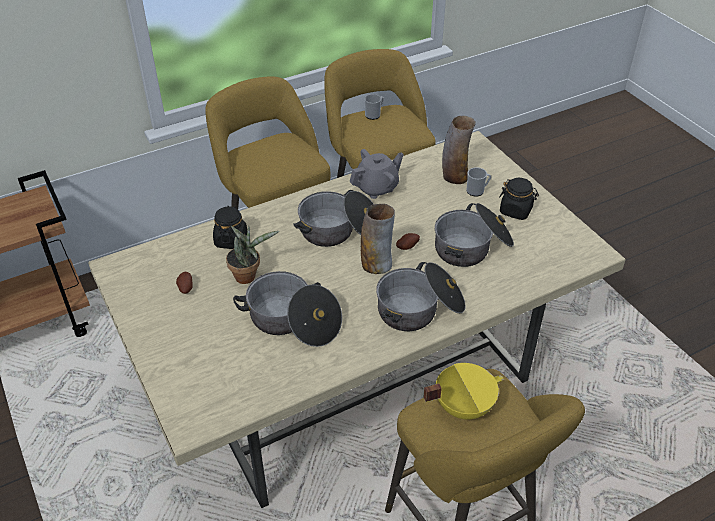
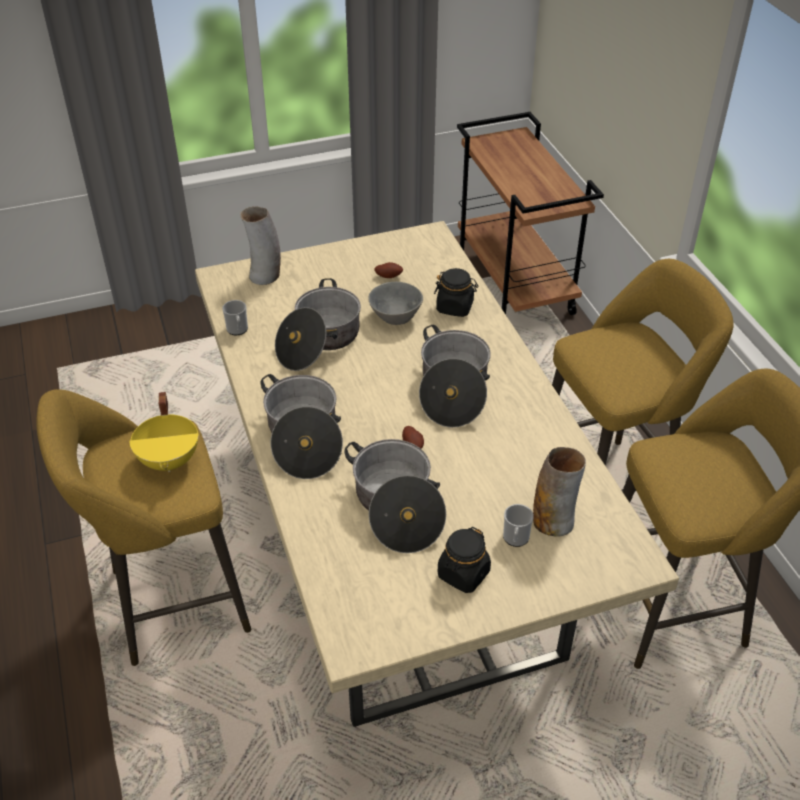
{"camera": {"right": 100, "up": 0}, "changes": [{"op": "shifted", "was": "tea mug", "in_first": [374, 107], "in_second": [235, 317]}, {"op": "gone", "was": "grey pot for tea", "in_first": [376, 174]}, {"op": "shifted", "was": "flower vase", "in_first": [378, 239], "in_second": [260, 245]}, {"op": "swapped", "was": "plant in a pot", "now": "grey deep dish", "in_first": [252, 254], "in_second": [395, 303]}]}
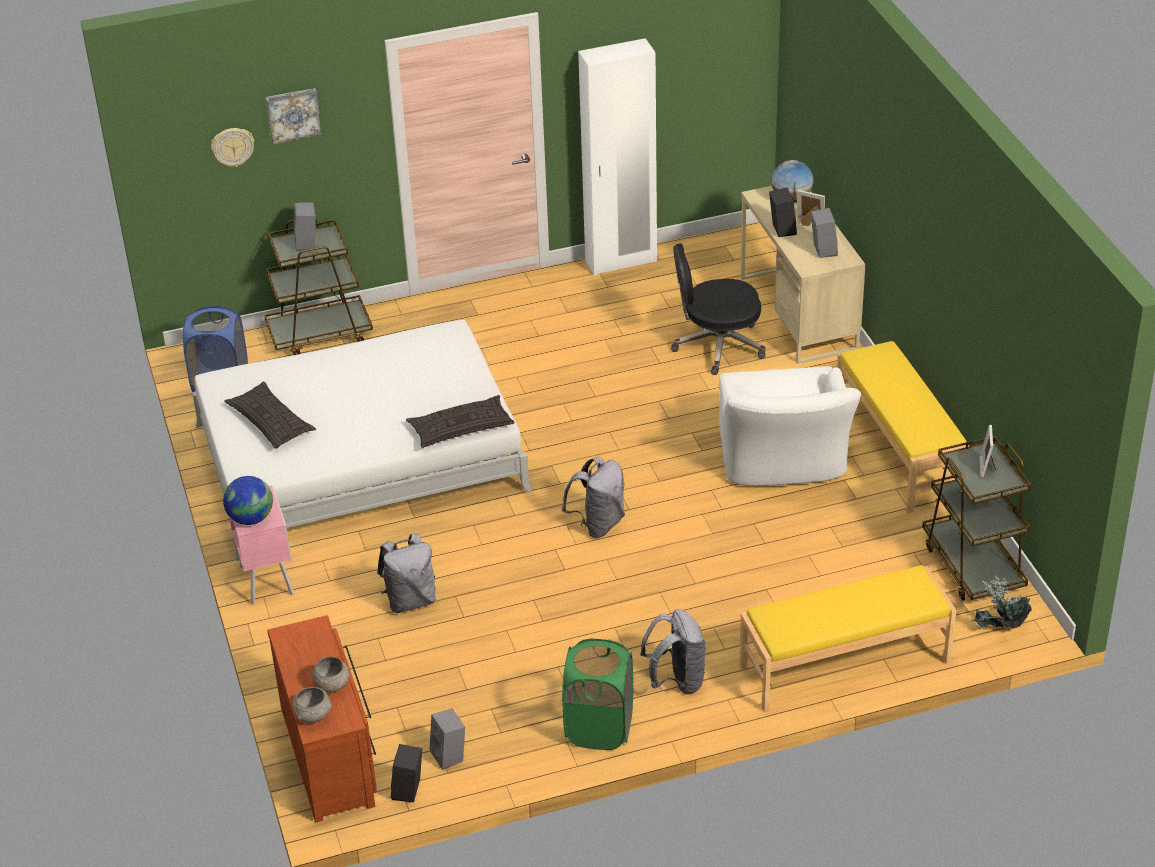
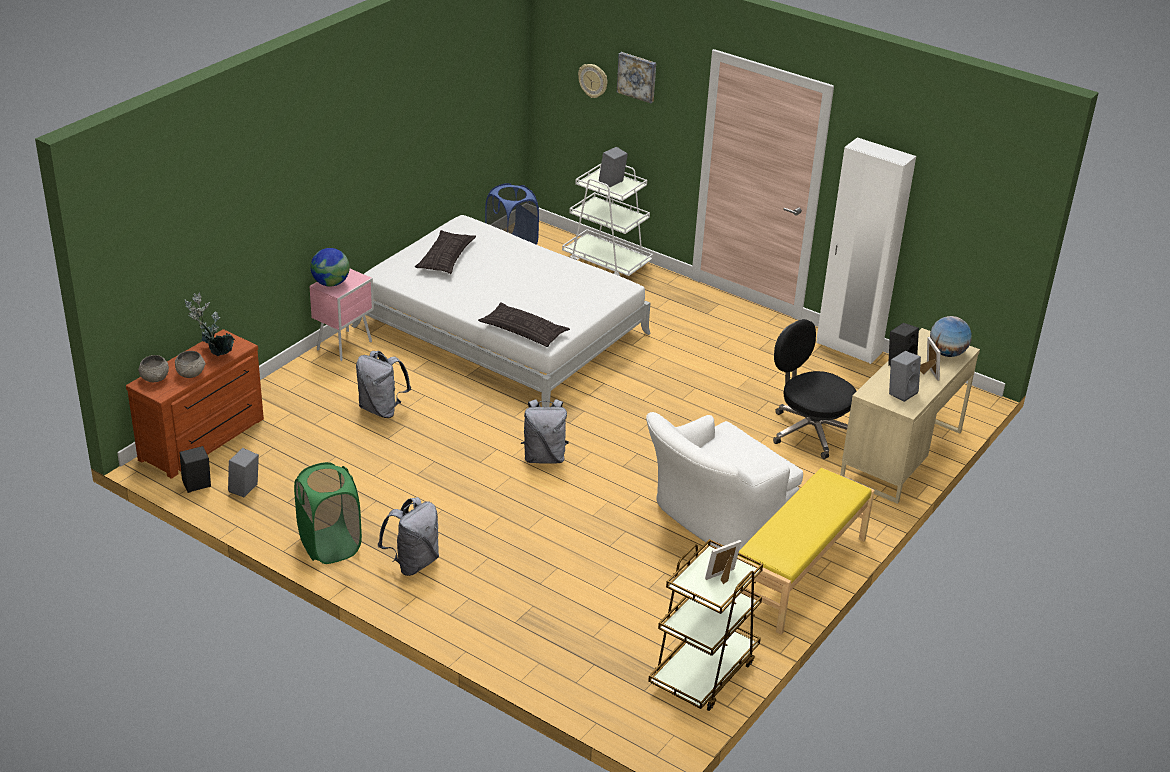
{"camera": {"right": 50, "up": -5}, "changes": [{"op": "repainted", "was": "brown-coloured cart", "now": "white cart", "in_first": [318, 287], "in_second": [607, 220]}, {"op": "gone", "was": "yellowish long seat", "in_first": [848, 638]}, {"op": "shifted", "was": "plant in a pot", "in_first": [1002, 602], "in_second": [210, 324]}]}
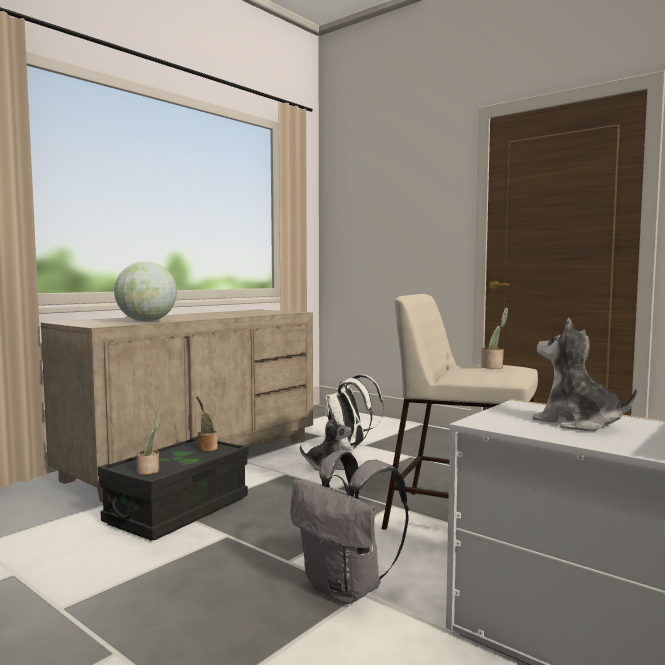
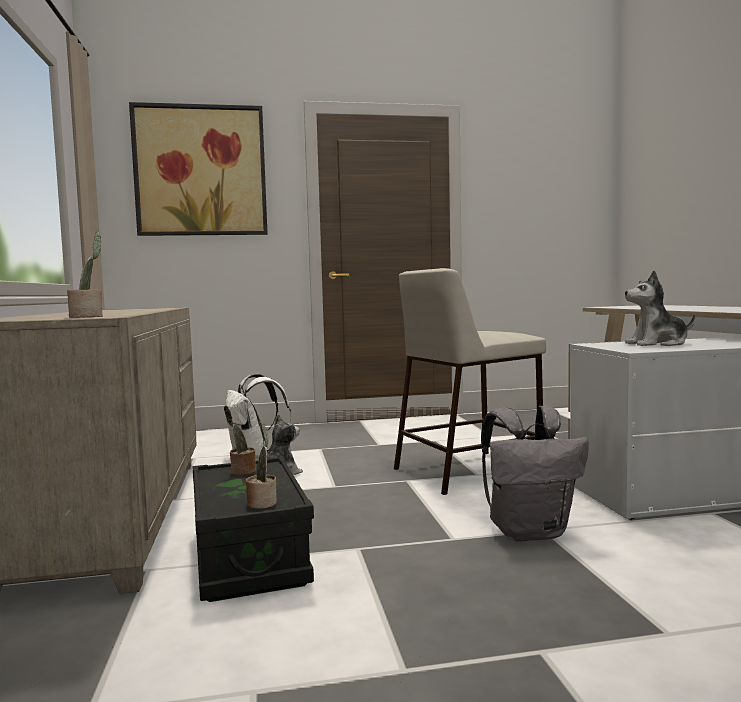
{"camera": {"right": -50, "up": 0}, "changes": [{"op": "gone", "was": "world globe", "in_first": [145, 291]}, {"op": "shifted", "was": "plant in a pot", "in_first": [494, 338], "in_second": [85, 275]}, {"op": "new", "now": "wall art", "in_second": [198, 169]}]}
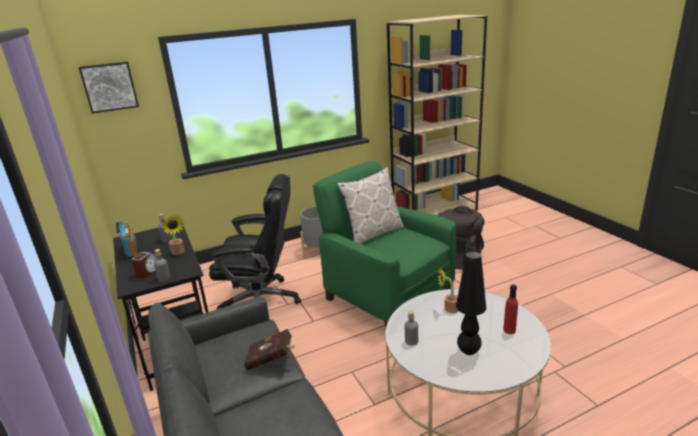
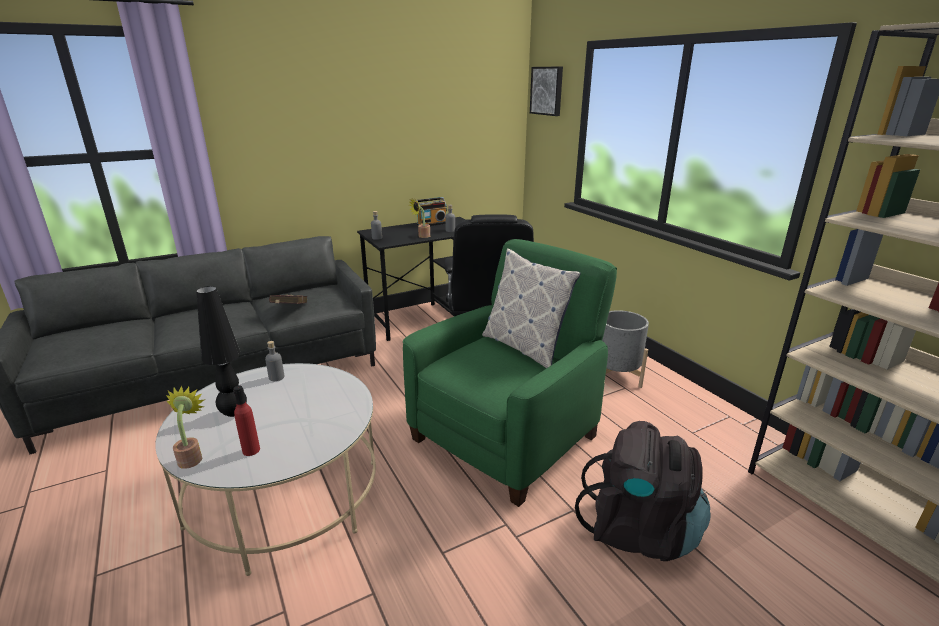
{"camera": {"right": 85, "up": 0}, "changes": [{"op": "gone", "was": "bedside clock", "in_first": [144, 265]}, {"op": "shifted", "was": "plant in a pot", "in_first": [447, 290], "in_second": [185, 427]}]}
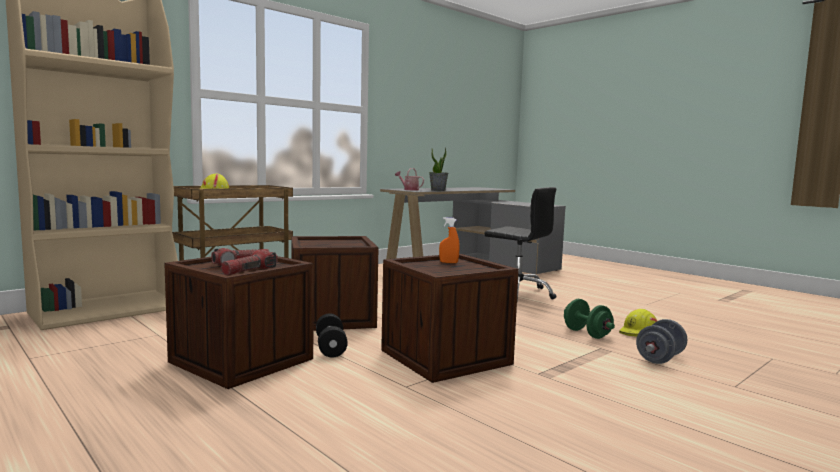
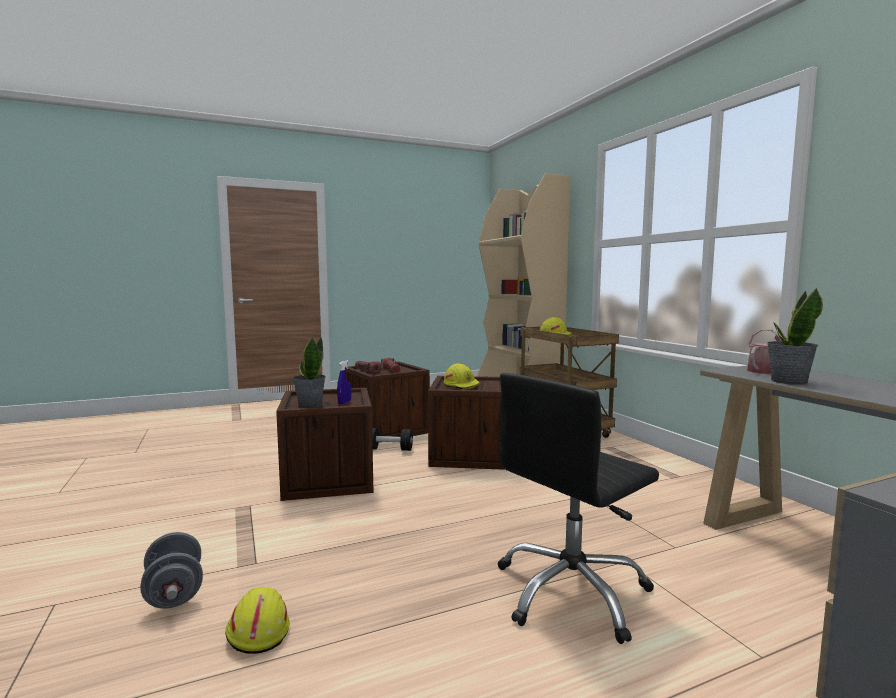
{"camera": {"right": 110, "up": 0}, "changes": [{"op": "repainted", "was": "orange sprayer", "now": "bluish sprayer", "in_first": [449, 240], "in_second": [344, 382]}, {"op": "gone", "was": "greenish hand weight", "in_first": [589, 319]}, {"op": "new", "now": "plant in a pot", "in_second": [309, 372]}, {"op": "new", "now": "yellowish safety helmet", "in_second": [462, 376]}]}
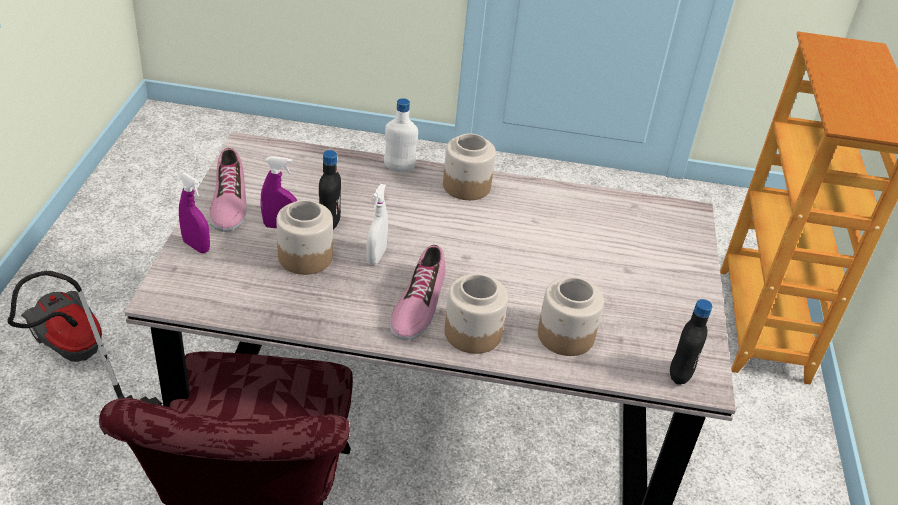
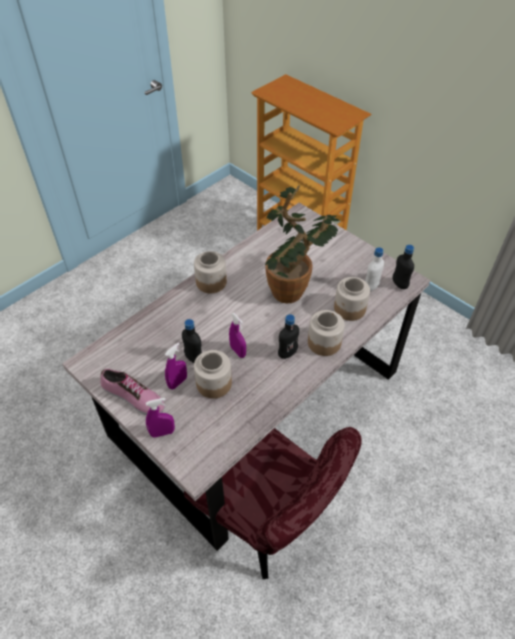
{"camera": {"right": -50, "up": 10}, "changes": [{"op": "shifted", "was": "white beverage bottle", "in_first": [401, 135], "in_second": [374, 269]}, {"op": "repainted", "was": "white sprayer", "now": "purple sprayer", "in_first": [377, 224], "in_second": [237, 335]}, {"op": "swapped", "was": "low shoe", "now": "black-coloured beverage bottle", "in_first": [417, 292], "in_second": [288, 336]}, {"op": "gone", "was": "vacuum cleaner", "in_first": [84, 353]}, {"op": "new", "now": "plant in a pot", "in_second": [302, 244]}]}
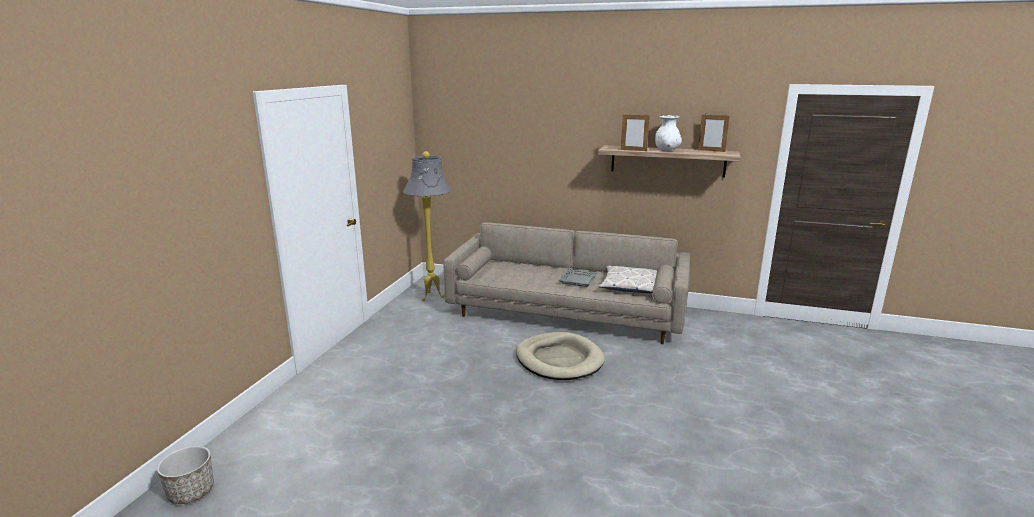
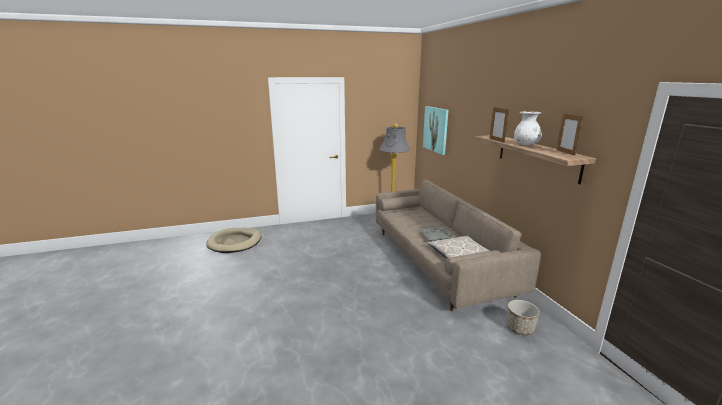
{"camera": {"right": 55, "up": 0}, "changes": [{"op": "shifted", "was": "sand-coloured dog cushion", "in_first": [560, 356], "in_second": [233, 240]}, {"op": "shifted", "was": "plant pot", "in_first": [185, 475], "in_second": [523, 317]}, {"op": "new", "now": "wall art", "in_second": [435, 130]}]}
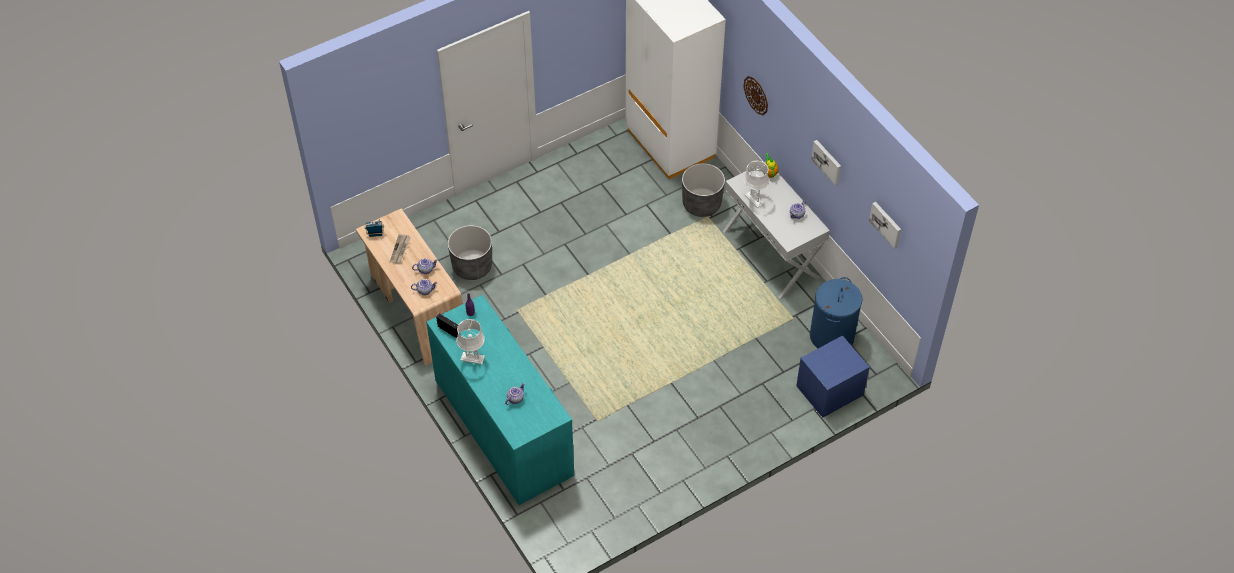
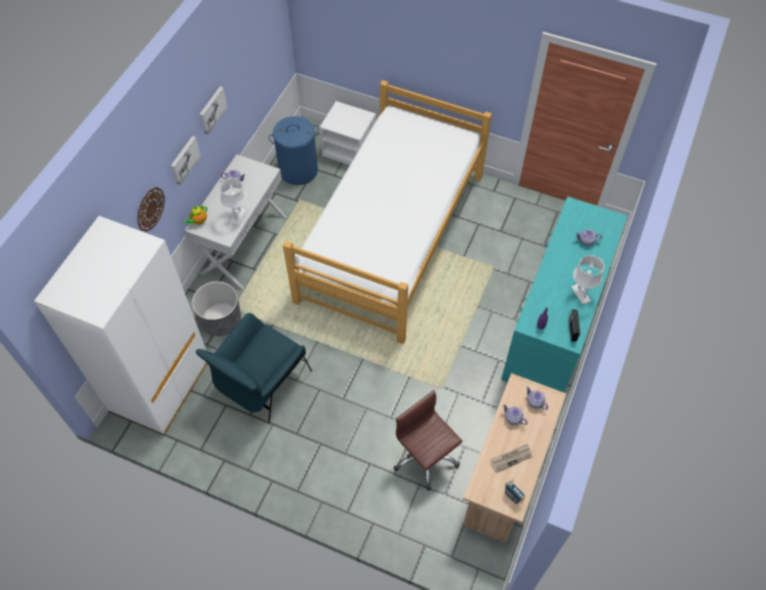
{"camera": {"right": -125, "up": 5}, "changes": [{"op": "shifted", "was": "wall art", "in_first": [885, 225], "in_second": [186, 160]}, {"op": "swapped", "was": "grey plant pot", "now": "brown-coloured desk chair", "in_first": [470, 252], "in_second": [428, 440]}, {"op": "repainted", "was": "bluish night table", "now": "white night table", "in_first": [833, 376], "in_second": [348, 133]}, {"op": "new", "now": "sleeping bed", "in_second": [387, 212]}, {"op": "new", "now": "bluish armchair", "in_second": [254, 368]}]}
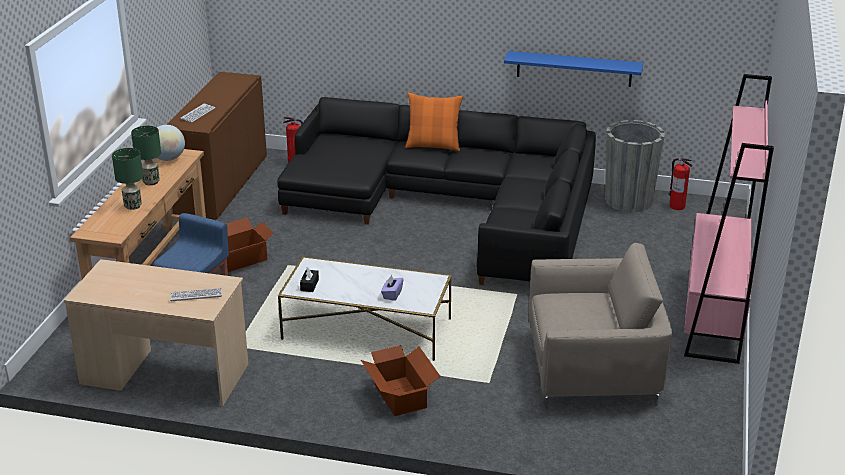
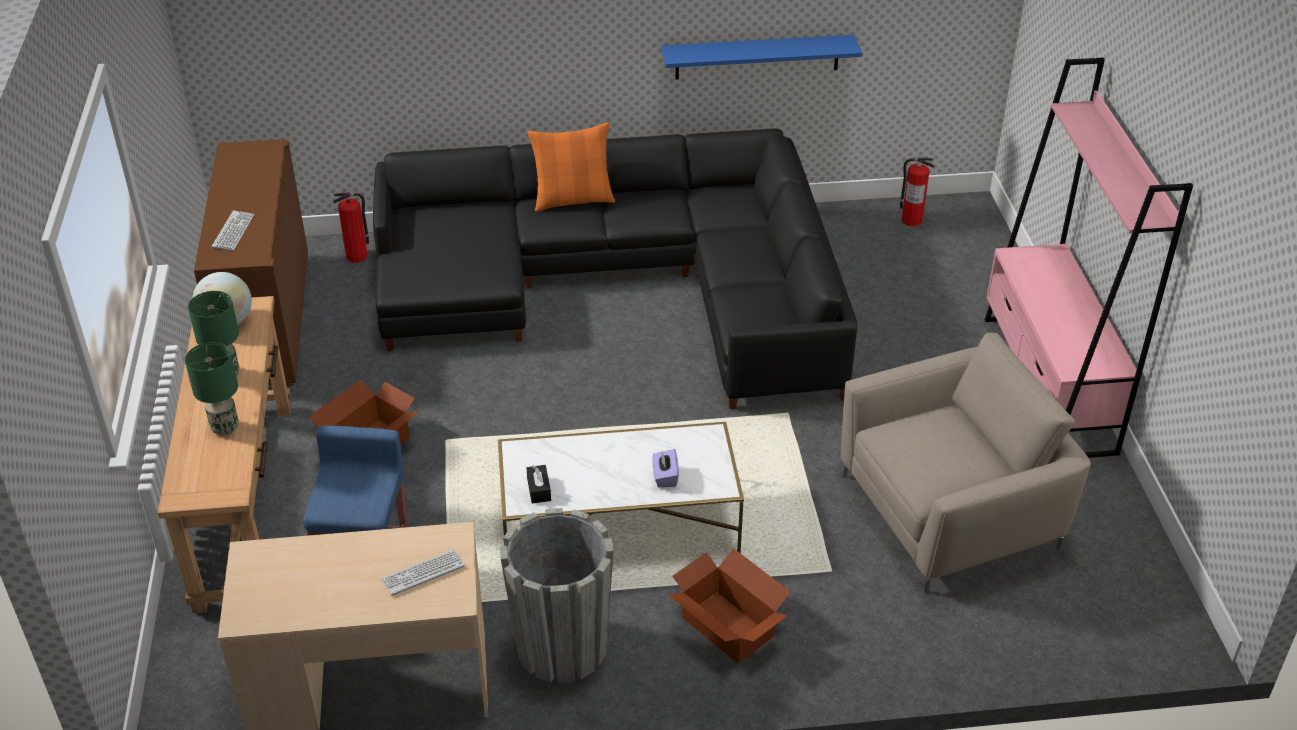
{"camera": {"right": -20, "up": 10}, "changes": [{"op": "shifted", "was": "grey plant pot", "in_first": [635, 166], "in_second": [557, 595]}]}
